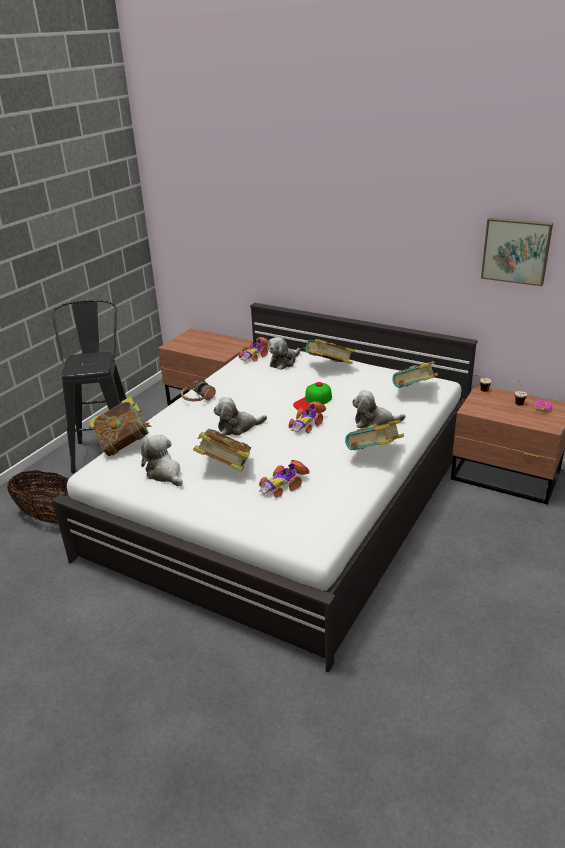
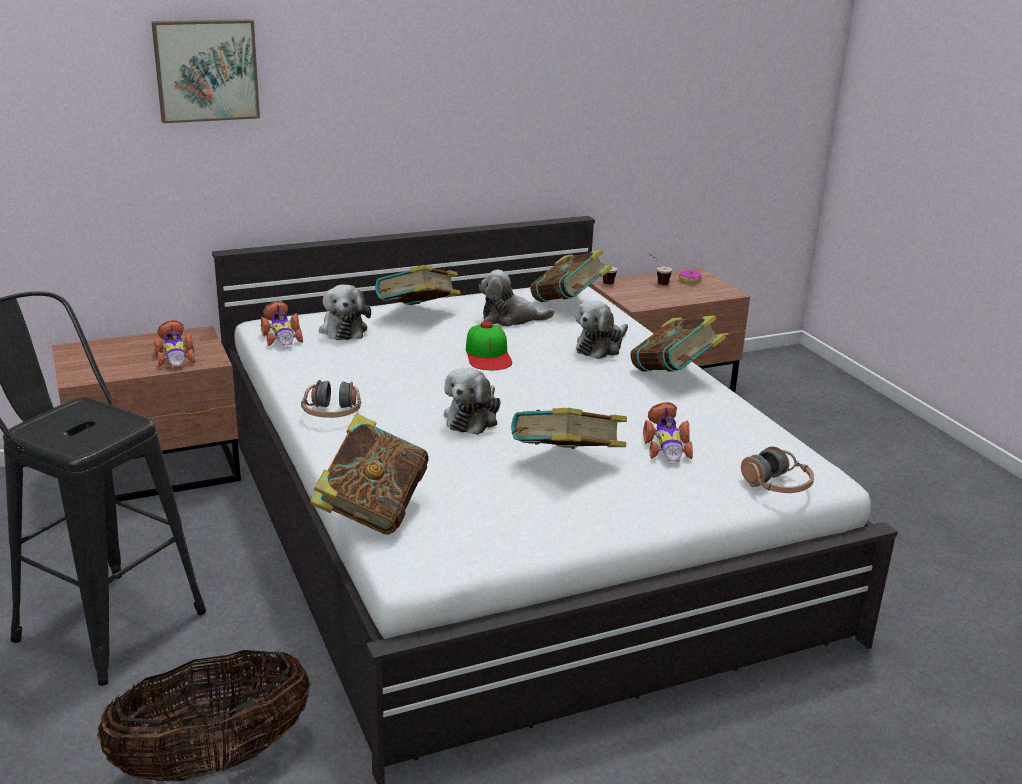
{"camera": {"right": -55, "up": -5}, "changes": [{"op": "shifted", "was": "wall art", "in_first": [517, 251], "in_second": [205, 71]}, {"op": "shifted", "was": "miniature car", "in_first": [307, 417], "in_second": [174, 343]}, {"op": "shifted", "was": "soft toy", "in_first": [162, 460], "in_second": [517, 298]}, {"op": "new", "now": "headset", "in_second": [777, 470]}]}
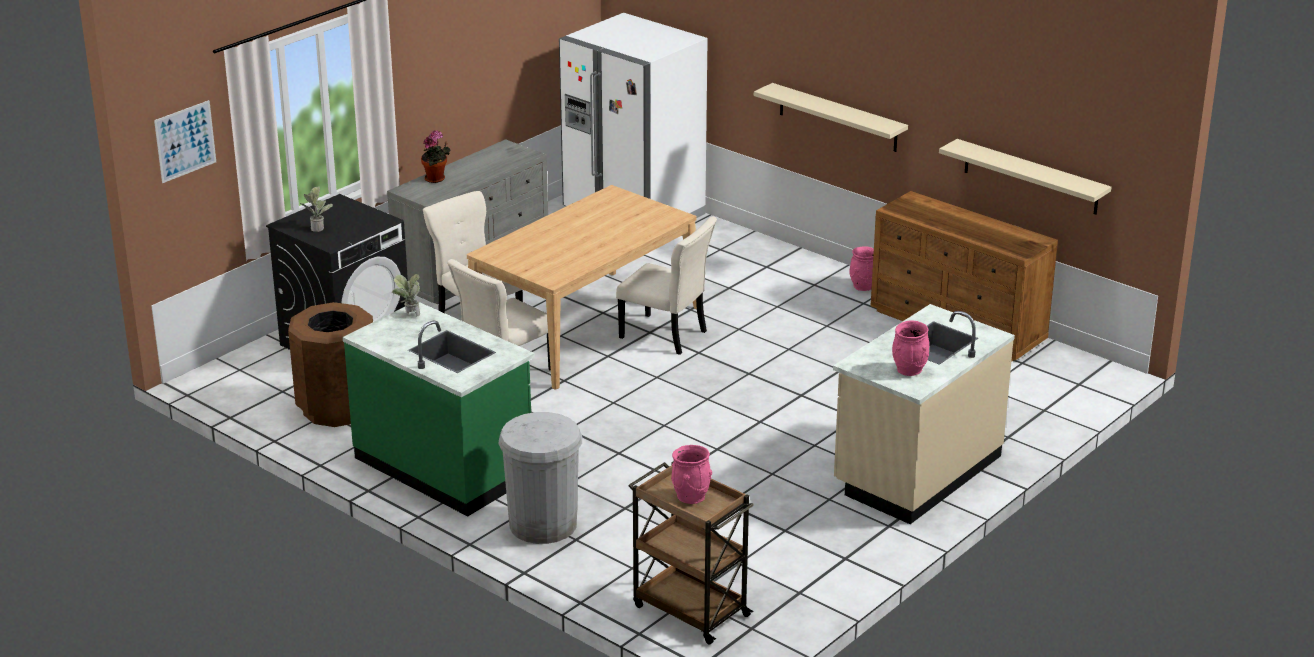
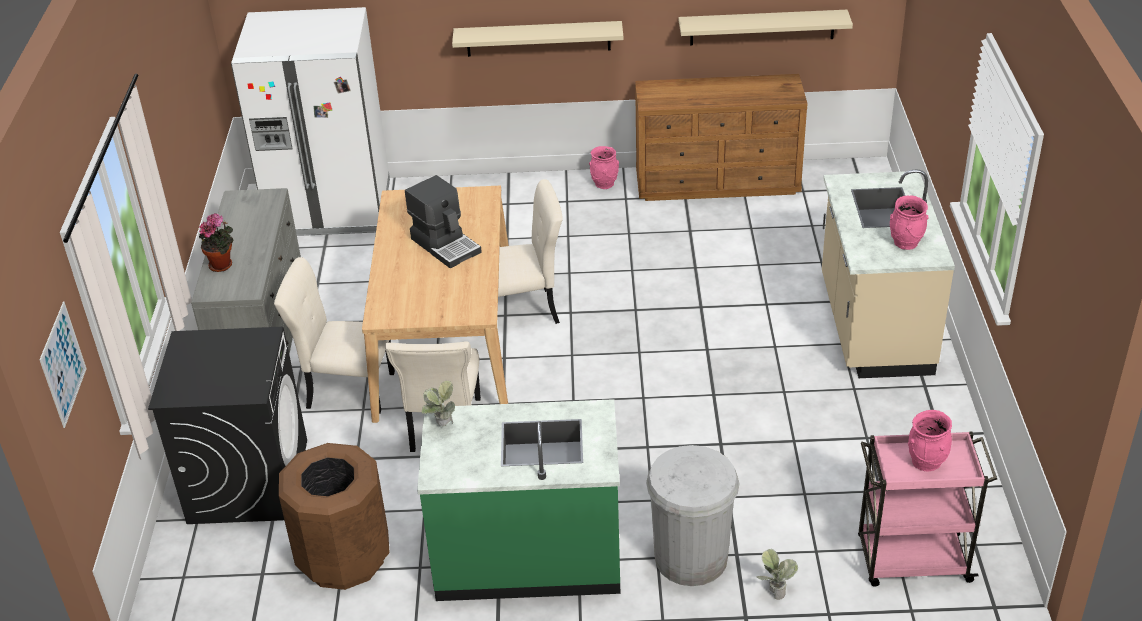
{"camera": {"right": -40, "up": 10}, "changes": [{"op": "shifted", "was": "plant in a pot", "in_first": [316, 209], "in_second": [777, 574]}, {"op": "repainted", "was": "brown-coloured cart", "now": "pink cart", "in_first": [691, 553], "in_second": [927, 509]}, {"op": "new", "now": "coffee machine", "in_second": [443, 222]}]}
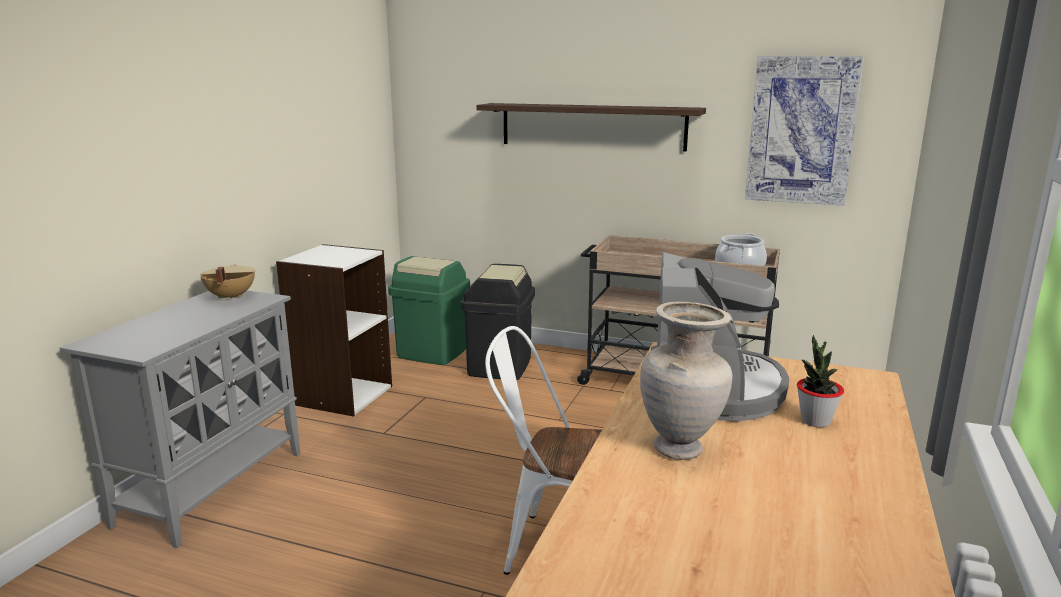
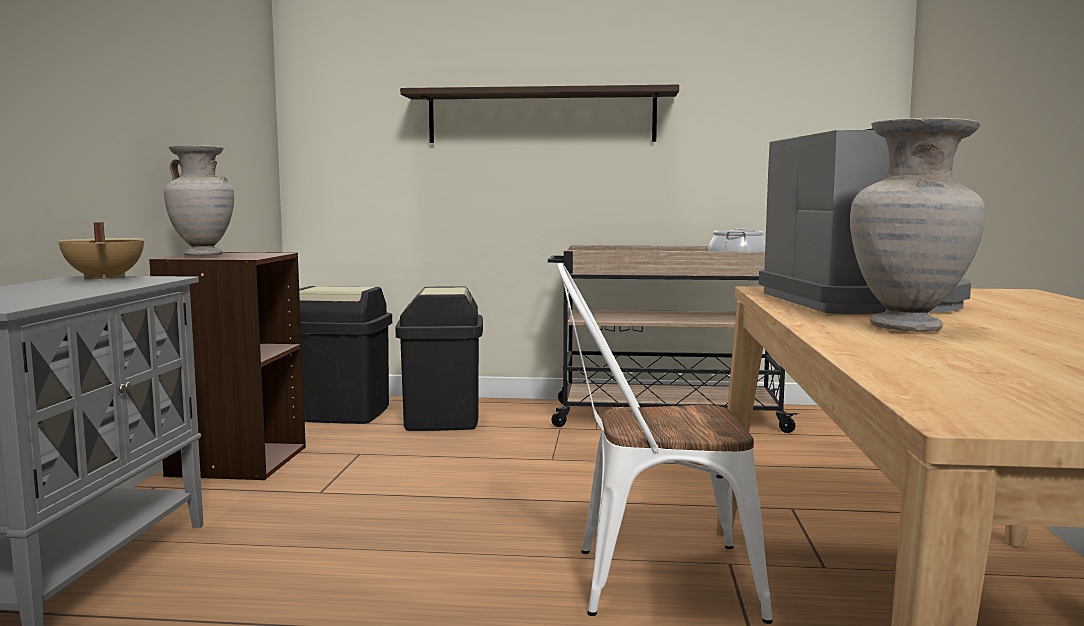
{"camera": {"right": -15, "up": -10}, "changes": [{"op": "gone", "was": "wall art", "in_first": [804, 131]}, {"op": "repainted", "was": "white bookshelf", "now": "brown-coloured bookshelf", "in_first": [334, 330], "in_second": [227, 366]}, {"op": "repainted", "was": "greenish rubbish bin", "now": "black-coloured rubbish bin", "in_first": [429, 310], "in_second": [345, 355]}, {"op": "gone", "was": "plant in a pot", "in_first": [820, 381]}, {"op": "new", "now": "sand-coloured flower vase", "in_second": [199, 200]}]}
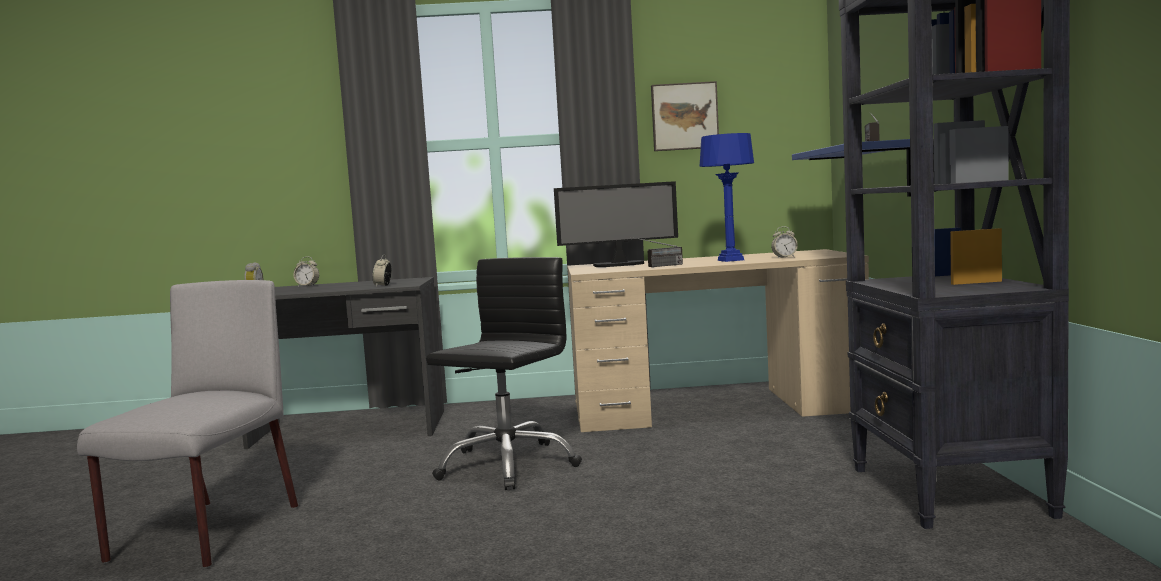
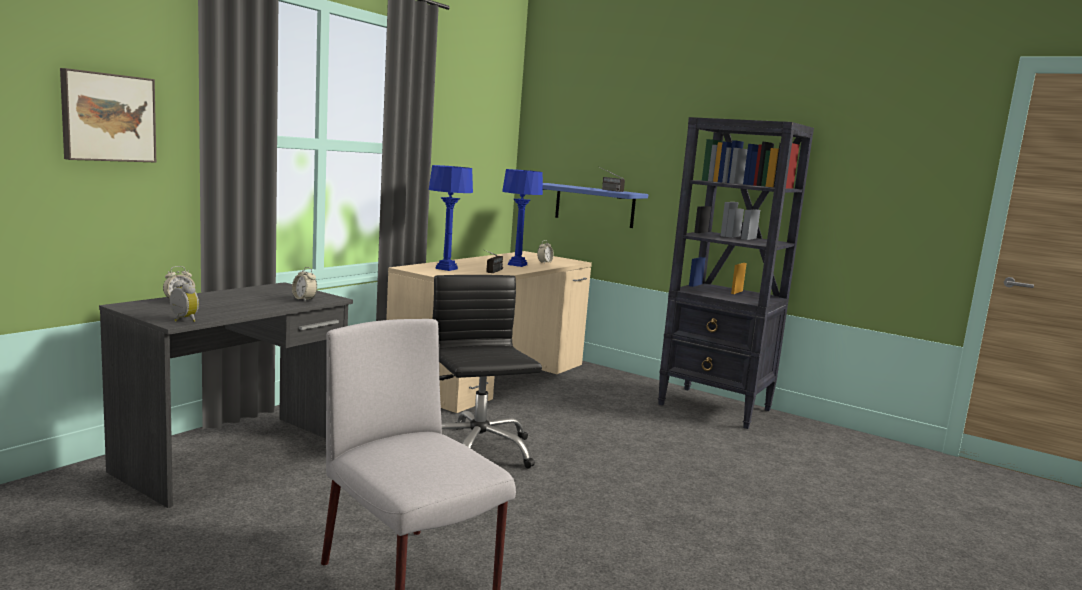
{"camera": {"right": -55, "up": 5}, "changes": [{"op": "shifted", "was": "wall art", "in_first": [685, 116], "in_second": [108, 115]}, {"op": "swapped", "was": "computer display", "now": "bluish tabletop lamp", "in_first": [616, 224], "in_second": [451, 218]}]}
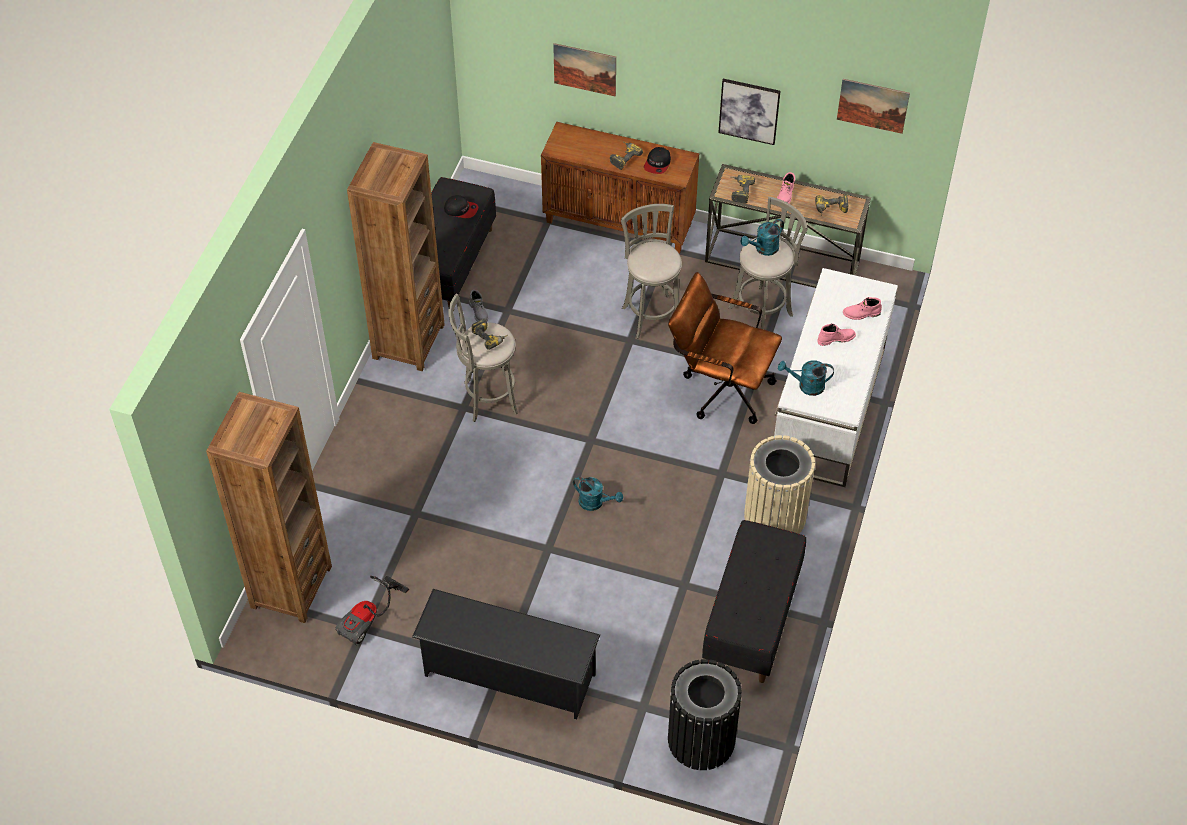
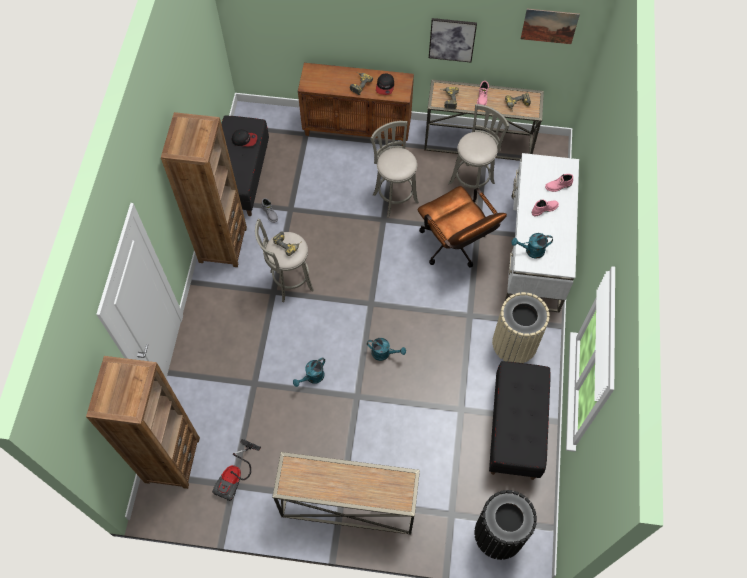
{"camera": {"right": -10, "up": 10}, "changes": [{"op": "gone", "was": "wall art", "in_first": [584, 69]}, {"op": "shifted", "was": "turquoise-coloured watering pot", "in_first": [762, 237], "in_second": [309, 372]}, {"op": "rotated", "was": "brown-coloured desk chair", "in_first": [725, 348], "in_second": [462, 226], "clockwise": -135}, {"op": "swapped", "was": "black-coloured shoe rack", "now": "hall table", "in_first": [506, 654], "in_second": [346, 493]}]}
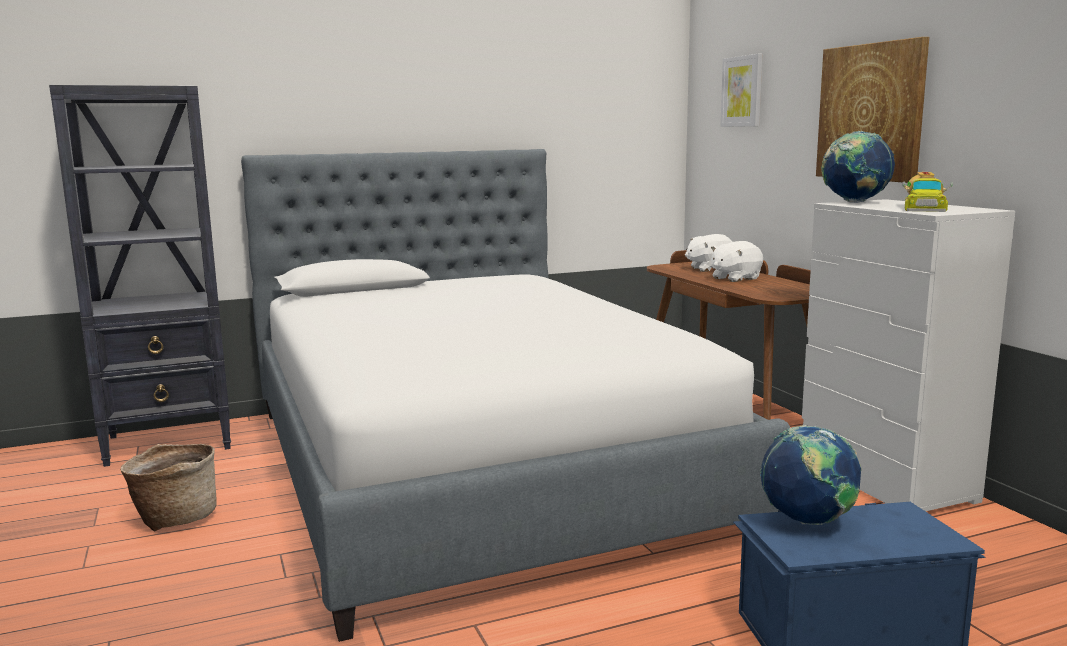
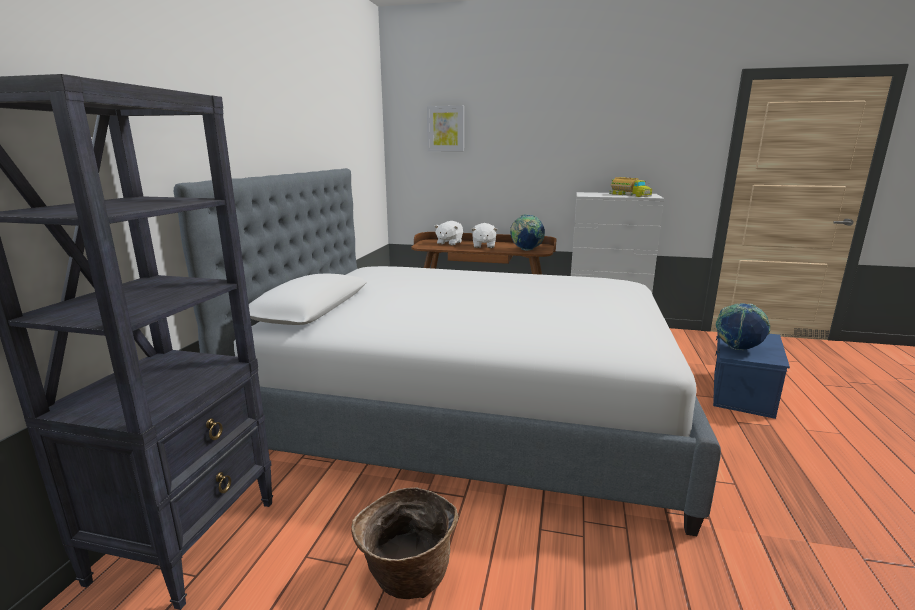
{"camera": {"right": -55, "up": 5}, "changes": [{"op": "gone", "was": "wall art", "in_first": [872, 110]}, {"op": "shifted", "was": "world globe", "in_first": [858, 167], "in_second": [527, 232]}]}
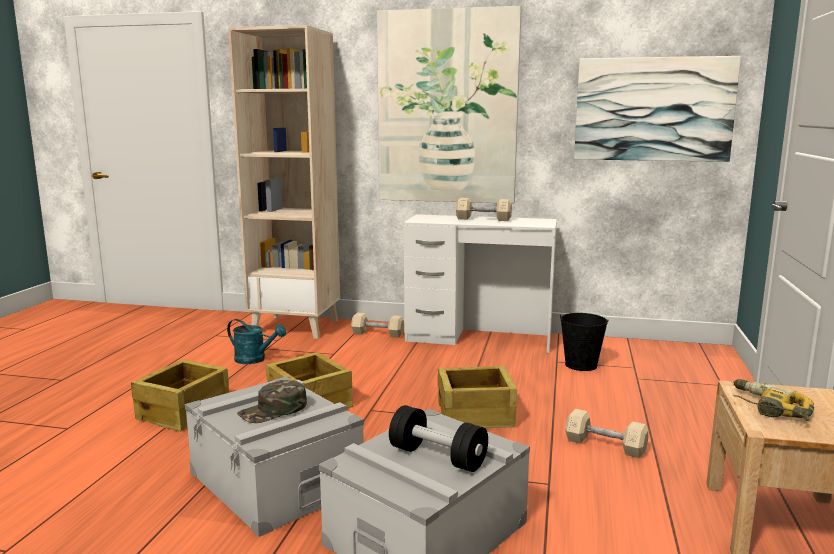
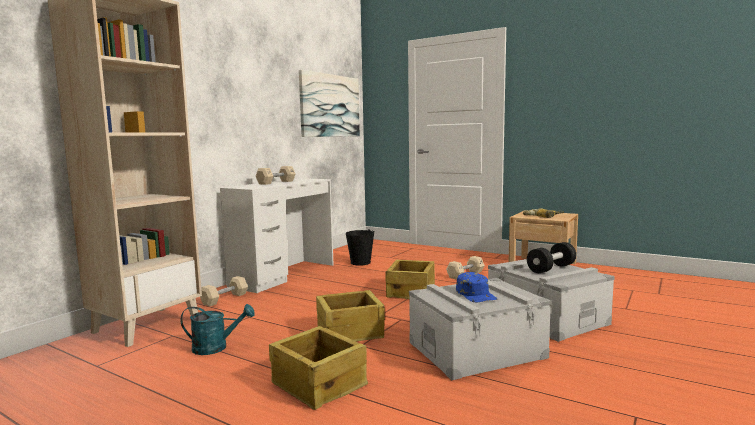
{"camera": {"right": -70, "up": -5}, "changes": [{"op": "gone", "was": "wall art", "in_first": [449, 105]}, {"op": "rotated", "was": "turquoise-coloured watering pot", "in_first": [256, 341], "in_second": [218, 329], "clockwise": 45}, {"op": "repainted", "was": "greenish peaked cap", "now": "bluish peaked cap", "in_first": [272, 401], "in_second": [477, 287]}]}
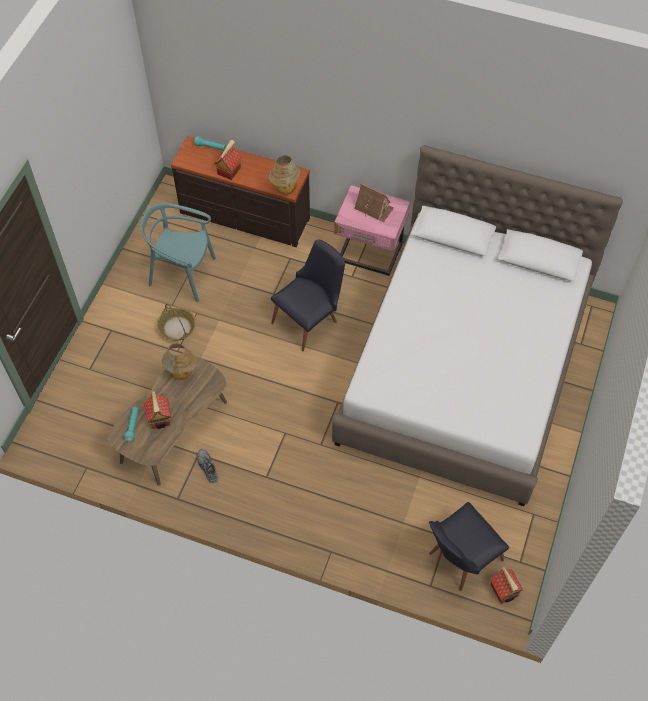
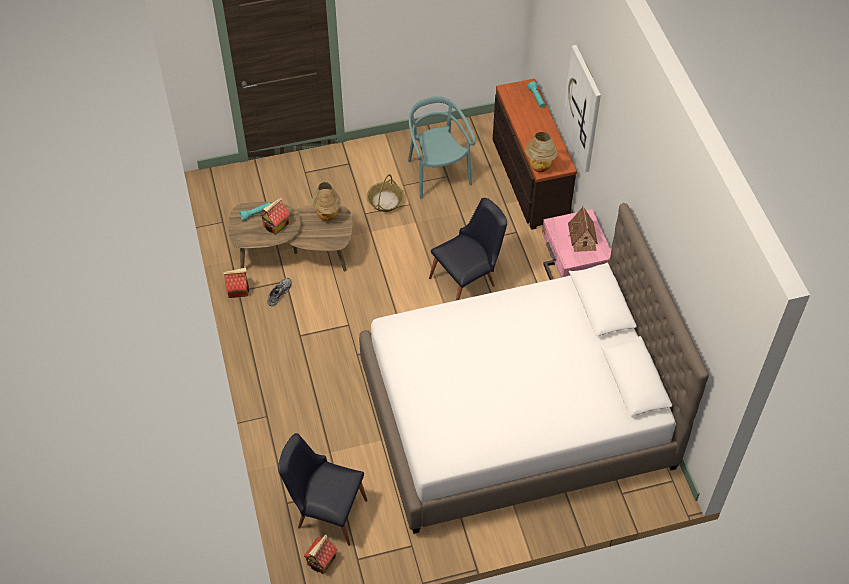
{"camera": {"right": 55, "up": -5}, "changes": [{"op": "shifted", "was": "model house", "in_first": [228, 160], "in_second": [236, 283]}, {"op": "rotated", "was": "black-coloured upright chair", "in_first": [308, 296], "in_second": [468, 249], "clockwise": -45}, {"op": "new", "now": "wall art", "in_second": [581, 108]}]}
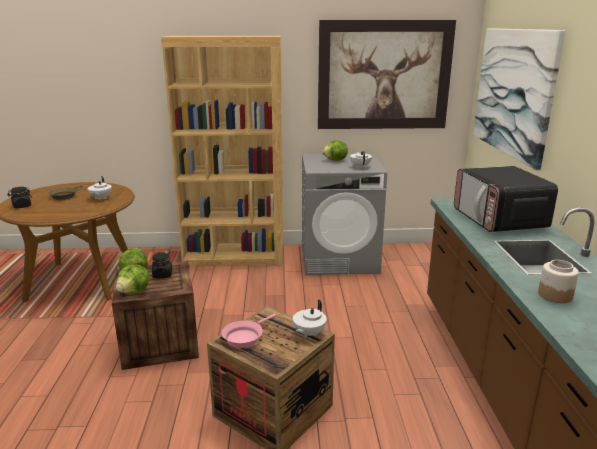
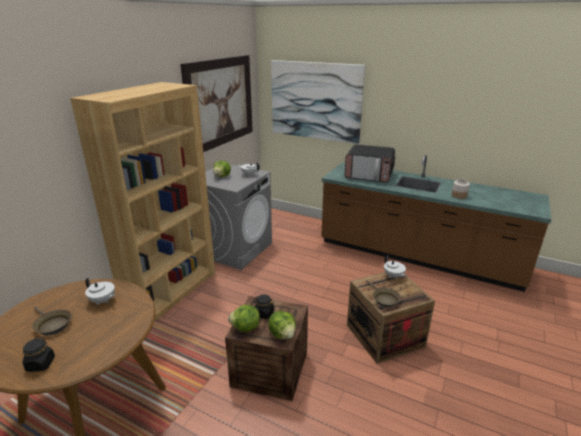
{"camera": {"right": -60, "up": 5}, "changes": [{"op": "repainted", "was": "pink skillet", "now": "brown-coloured skillet", "in_first": [248, 331], "in_second": [384, 293]}]}
